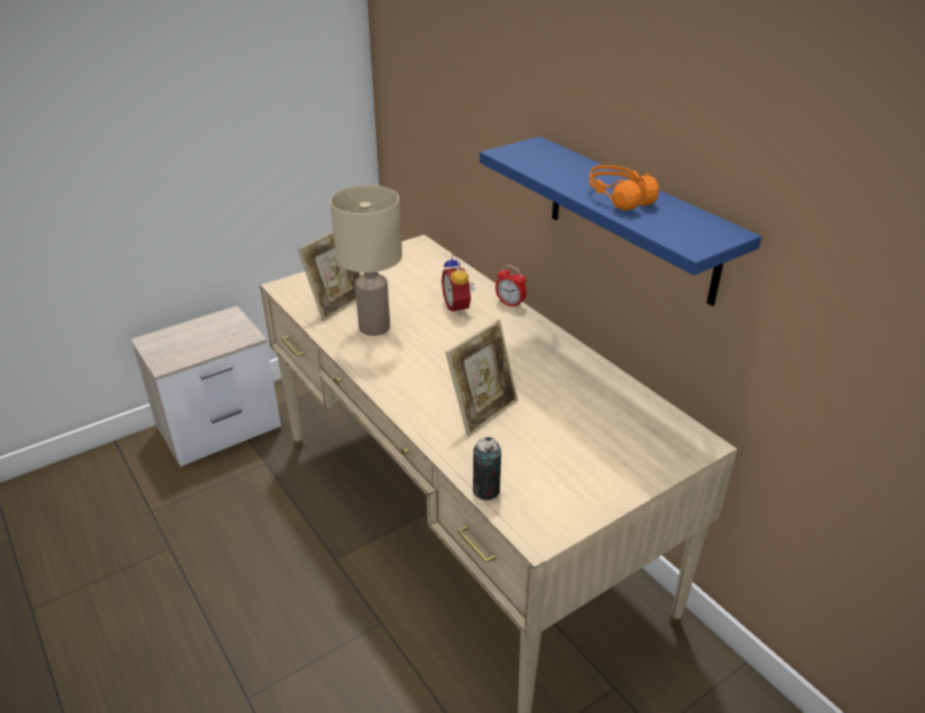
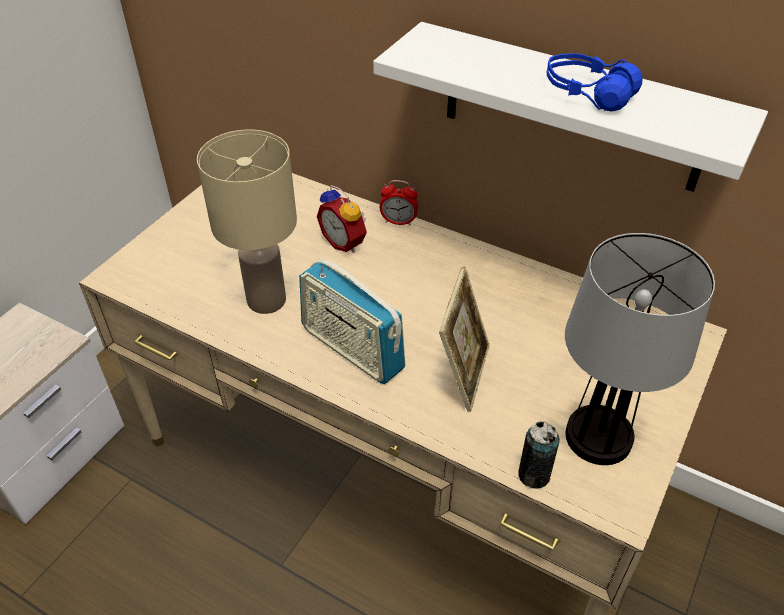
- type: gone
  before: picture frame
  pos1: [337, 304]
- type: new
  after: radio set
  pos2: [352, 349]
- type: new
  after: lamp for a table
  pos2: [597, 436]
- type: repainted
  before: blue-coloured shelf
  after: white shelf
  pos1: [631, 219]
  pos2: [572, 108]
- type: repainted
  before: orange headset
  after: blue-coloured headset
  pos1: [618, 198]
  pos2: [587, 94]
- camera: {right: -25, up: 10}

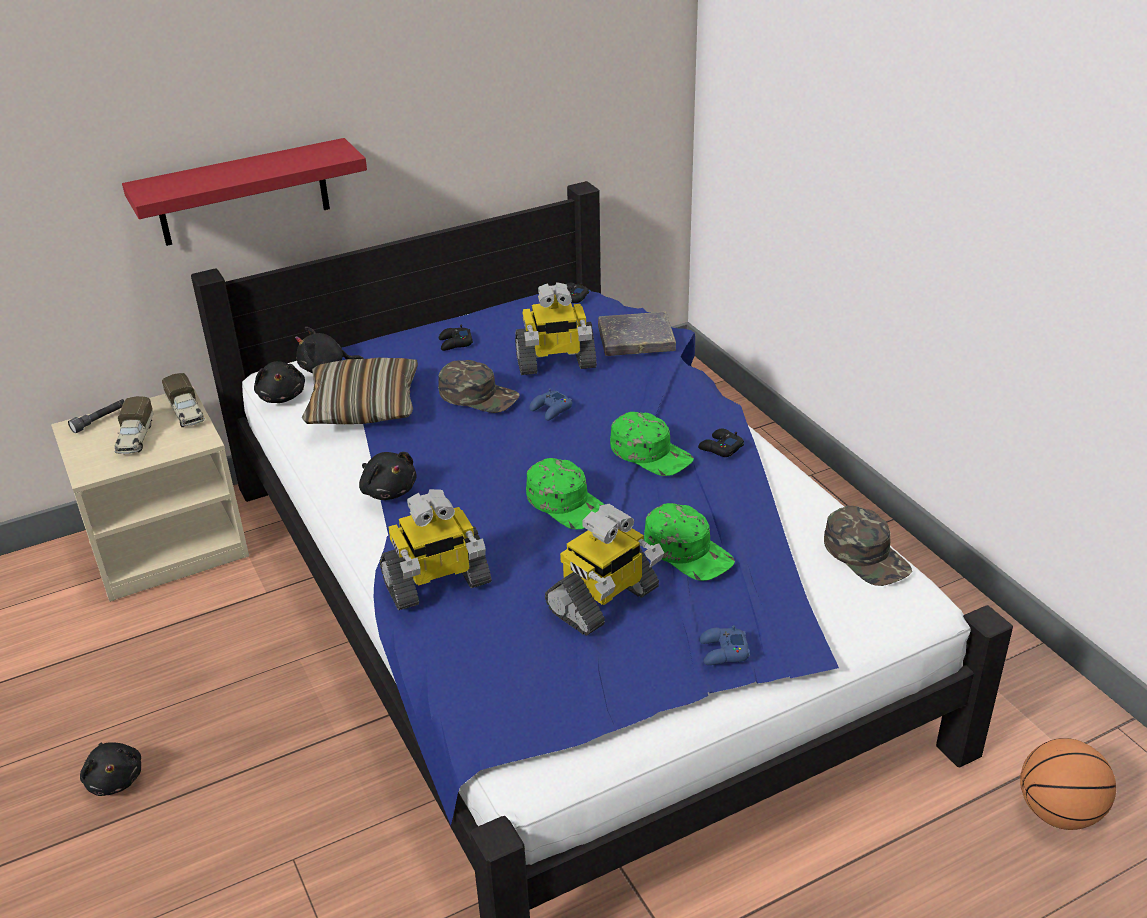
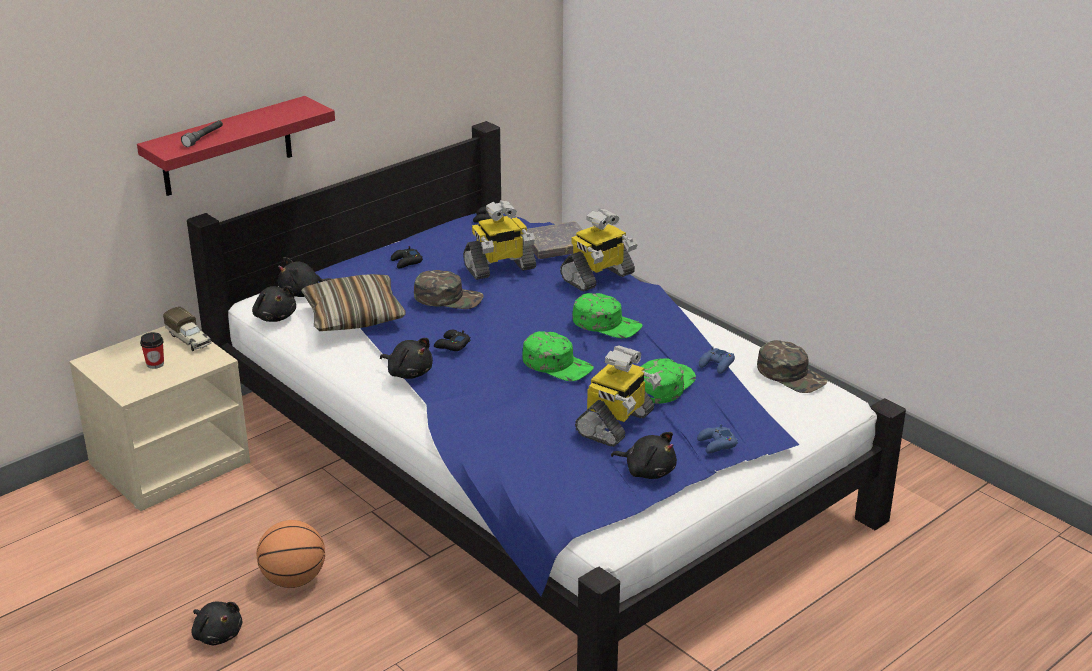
- type: new
  after: blackish soft toy
  pos2: [647, 471]
- type: shifted
  before: greyish torch
  pos1: [100, 420]
  pos2: [204, 138]
- type: shifted
  before: model robot
  pos1: [436, 583]
  pos2: [598, 277]
- type: shifted
  before: blue-coloured game controller
  pos1: [551, 409]
  pos2: [717, 364]
- type: shifted
  before: blackish game controller
  pos1: [720, 448]
  pos2: [451, 345]
- type: shifted
  before: ball for basketball
  pos1: [1058, 812]
  pos2: [294, 579]
- type: swapped
  before: model truck
  after: drinking cup
  pos1: [135, 439]
  pos2: [155, 364]
- type: rotated
  before: green baseball cap
  pos1: [688, 551]
  pos2: [664, 385]
  turn: -90
- camera: {right: -15, up: -5}

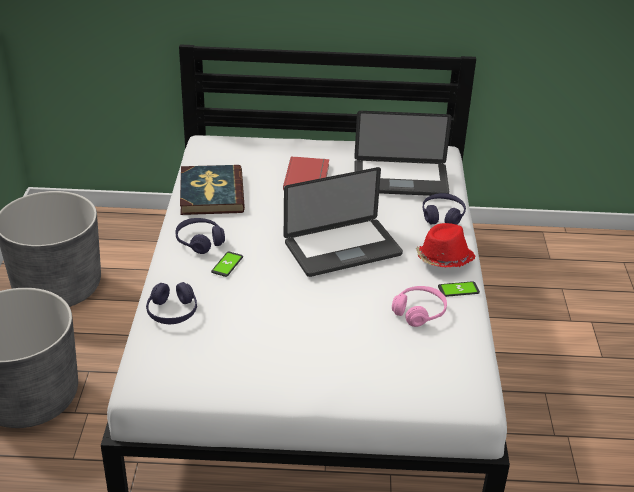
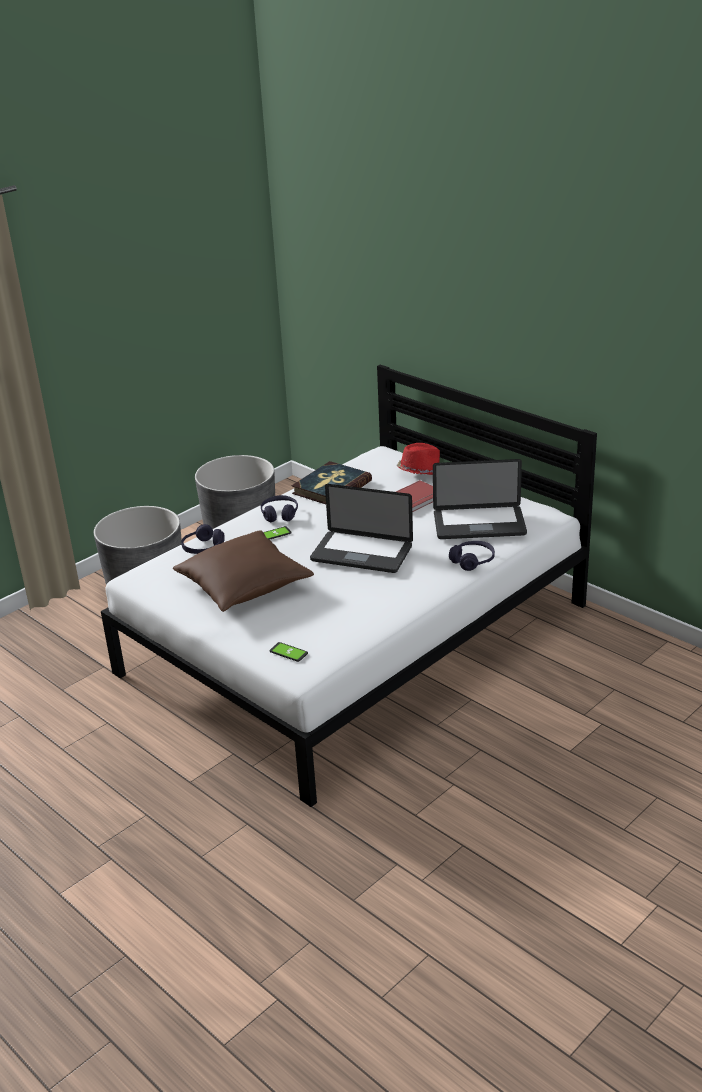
- type: gone
  before: pink headset
  pos1: [419, 312]
- type: new
  after: brown-coloured throw pillow
  pos2: [244, 586]
- type: shifted
  before: red-coloured hat
  pos1: [443, 259]
  pos2: [420, 471]
- type: shifted
  before: phone
  pos1: [458, 290]
  pos2: [288, 652]
- type: rotated
  before: notebook computer
  pos1: [400, 180]
  pos2: [479, 524]
  turn: -45
- camera: {right: 45, up: -5}

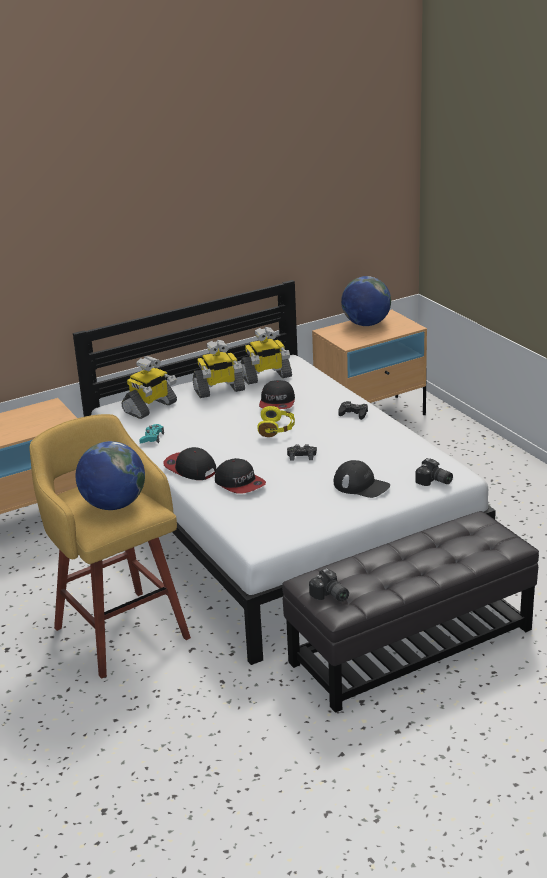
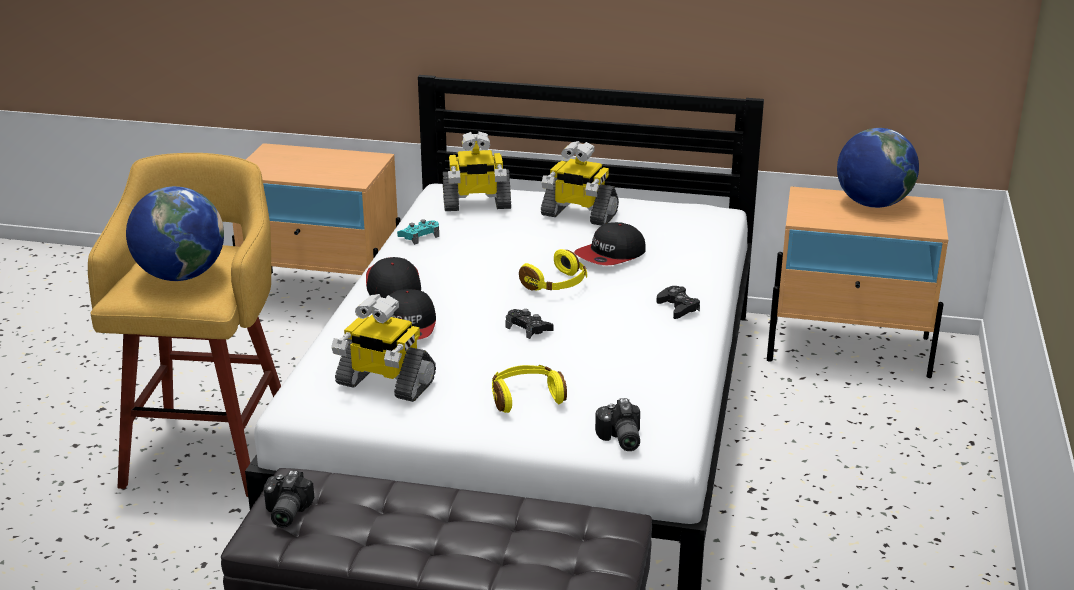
- type: shifted
  before: model robot
  pos1: [266, 376]
  pos2: [384, 383]
- type: swapped
  before: blackish baseball cap
  after: yellow headset
  pos1: [361, 485]
  pos2: [526, 397]
- camera: {right: 40, up: 0}

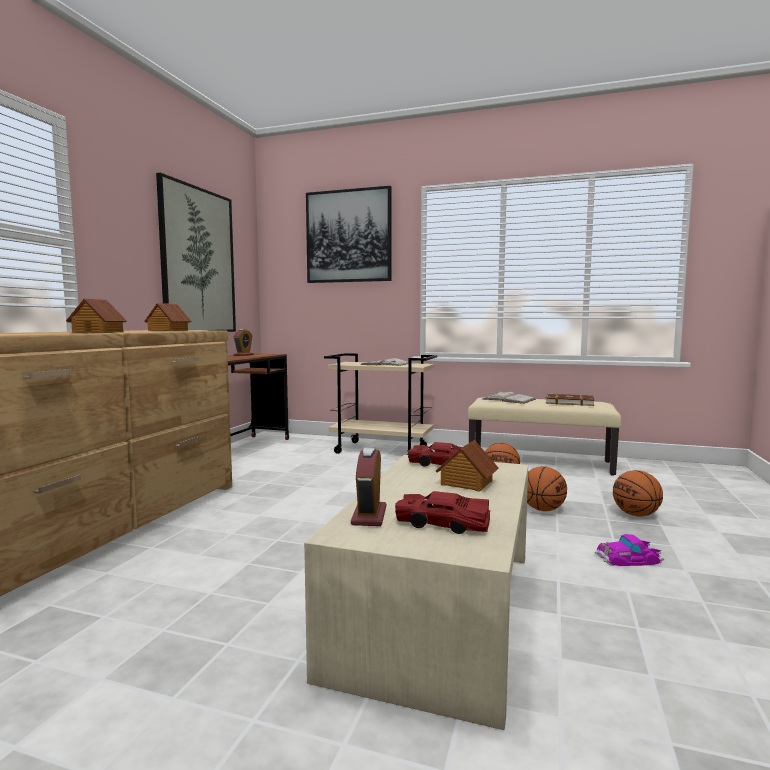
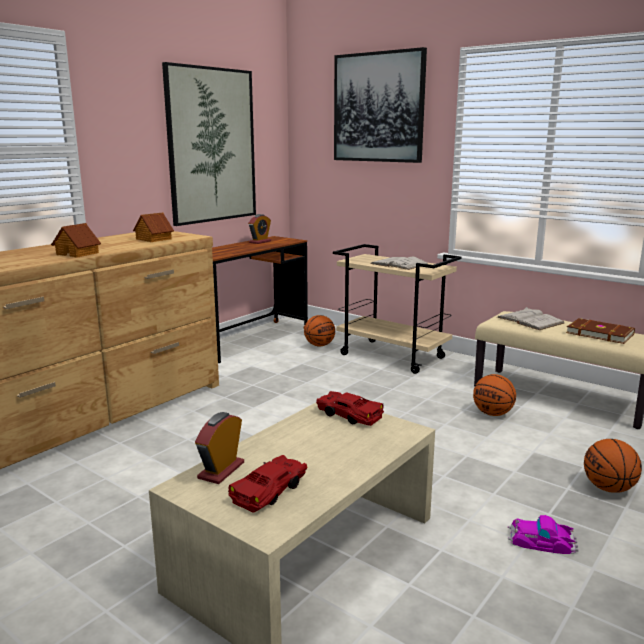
- type: gone
  before: miniature house
  pos1: [466, 483]
- type: shifted
  before: ball for basketball
  pos1: [543, 509]
  pos2: [319, 345]
- type: rotated
  before: red-coloured model car
  pos1: [442, 523]
  pos2: [270, 491]
  turn: 90
- camera: {right: 20, up: 10}

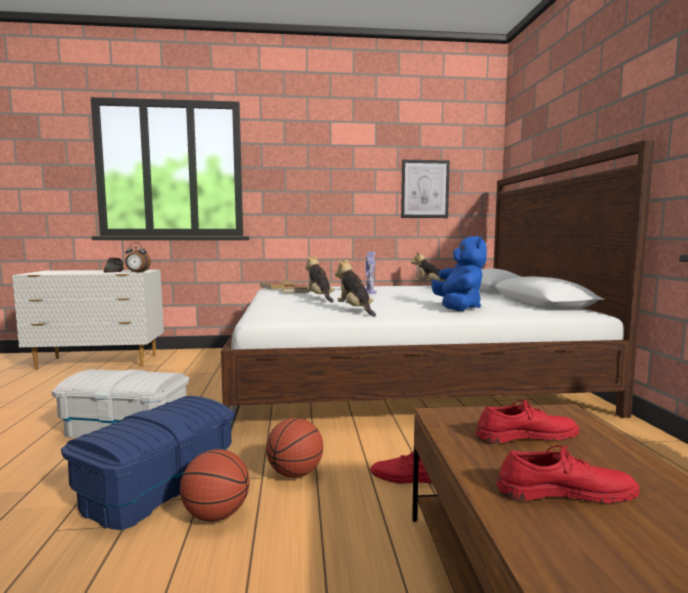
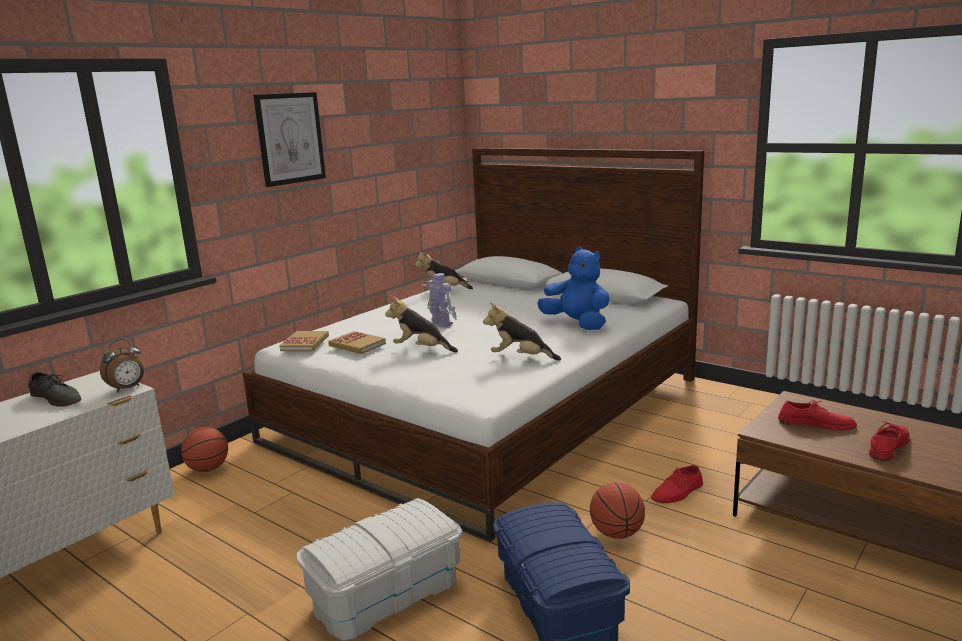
- type: shifted
  before: ball for basketball
  pos1: [216, 515]
  pos2: [208, 469]
- type: shifted
  before: picture
  pos1: [424, 189]
  pos2: [290, 138]
- type: rotated
  before: red-coloured item of footwear
  pos1: [526, 435]
  pos2: [816, 423]
  turn: 75
- camera: {right: -45, up: 10}

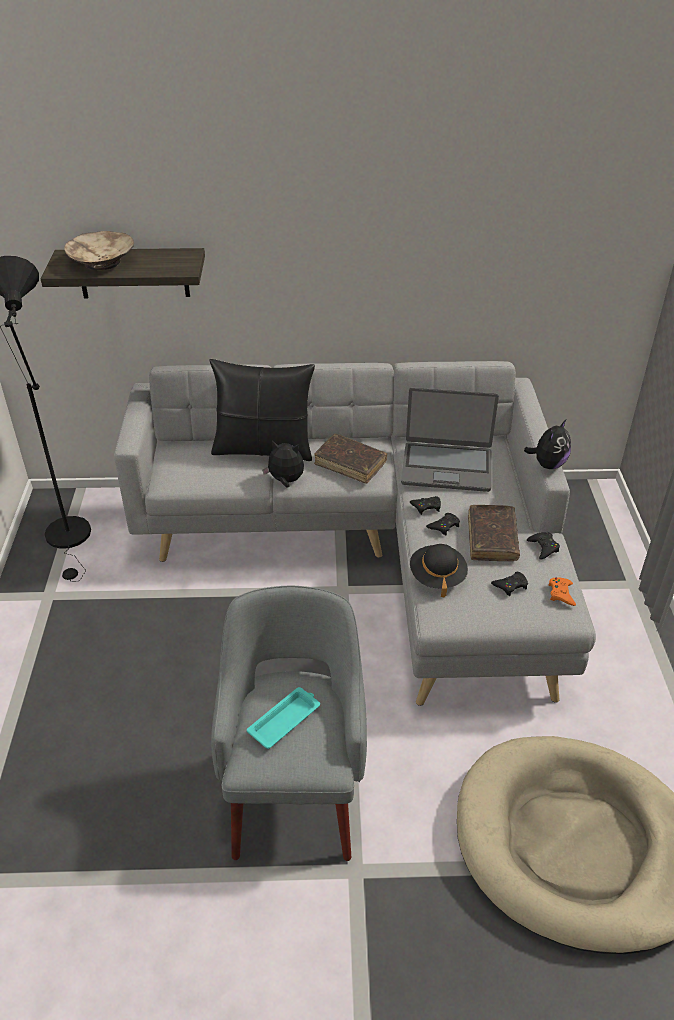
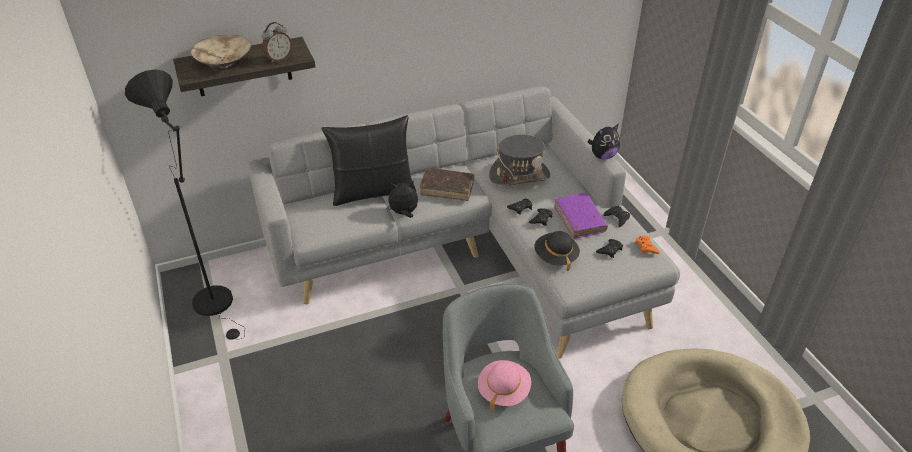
- type: new
  after: alarm clock
  pos2: [279, 59]
- type: swapped
  before: blue-green serving tray
  after: pink hat
  pos1: [285, 720]
  pos2: [503, 391]
- type: swapped
  before: notebook computer
  after: greyish hat
  pos1: [446, 467]
  pos2: [519, 175]
- type: repainted
  before: brown-coloured book
  after: purplish book
  pos1: [492, 539]
  pos2: [579, 220]
- type: rotated
  before: soft toy
  pos1: [547, 464]
  pos2: [602, 156]
  turn: 45
- camera: {right: -20, up: 0}

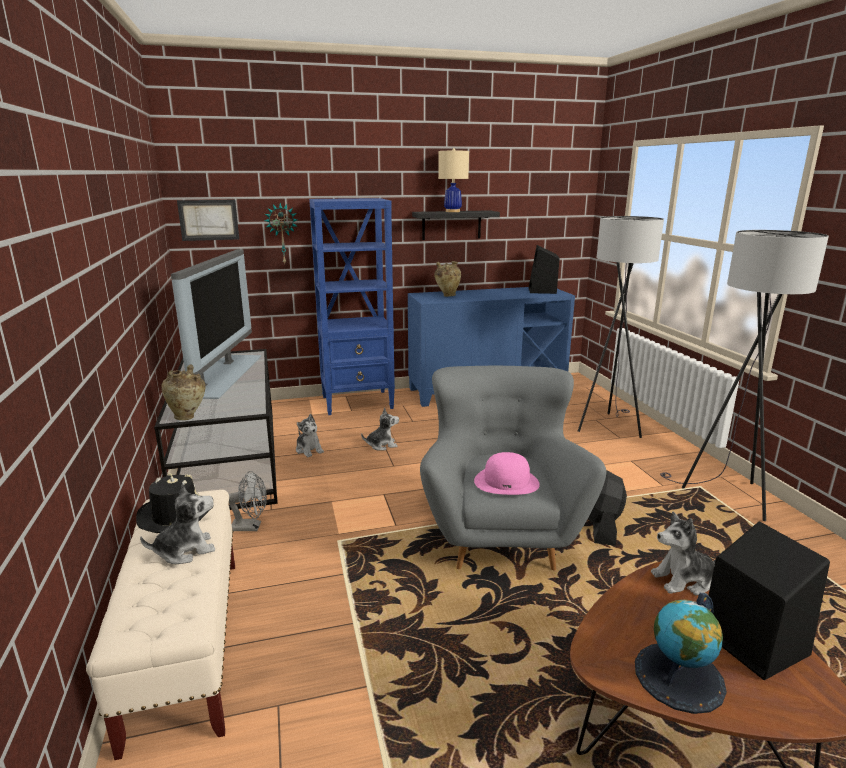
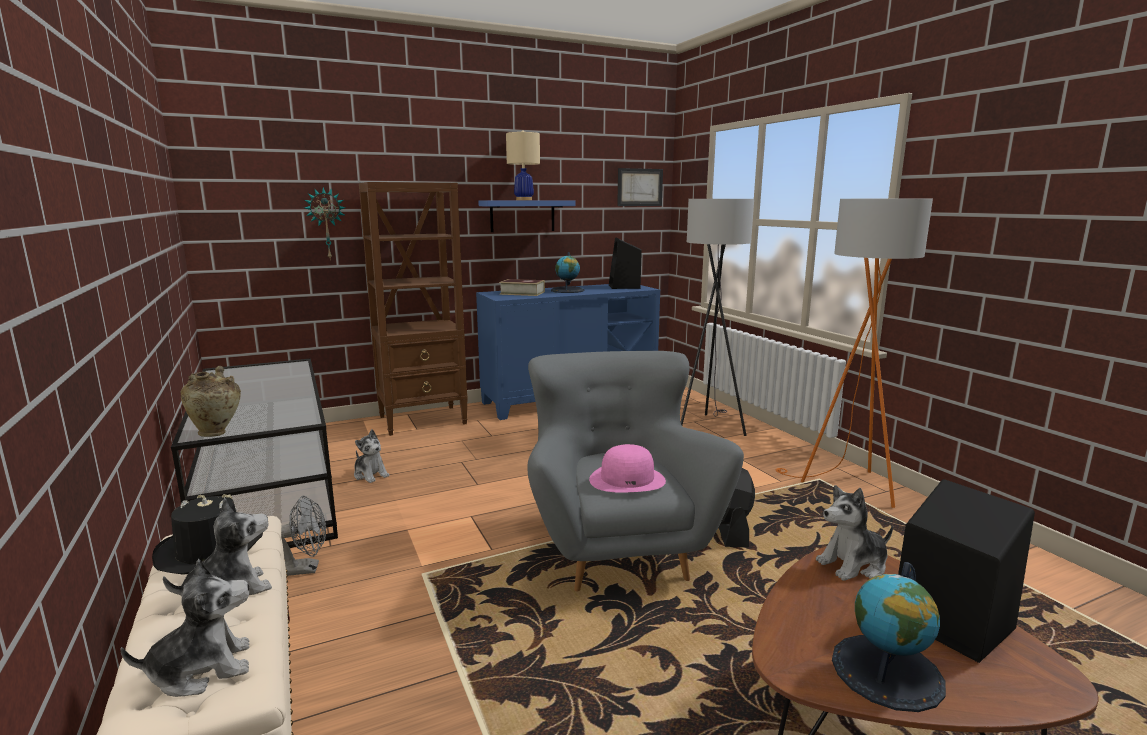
- type: gone
  before: TV set
  pos1: [221, 375]
- type: new
  after: globe
  pos2: [567, 290]
- type: shifted
  before: picture
  pos1: [208, 220]
  pos2: [639, 187]
- type: shifted
  before: soft toy
  pos1: [382, 445]
  pos2: [202, 669]
- type: swapped
  before: beige-coloured flower vase
  after: book
  pos1: [447, 295]
  pos2: [522, 293]
- type: repainted
  before: blue-coloured bookshelf
  after: brown-coloured bookshelf
  pos1: [358, 402]
  pos2: [423, 420]
- type: repainted
  before: blackish shelf
  after: blue-coloured shelf
  pos1: [451, 225]
  pos2: [522, 216]
- type: repainted
  before: greyish floor lamp
  after: orange floor lamp
  pos1: [724, 496]
  pos2: [846, 486]
- camera: {right: -10, up: -5}

